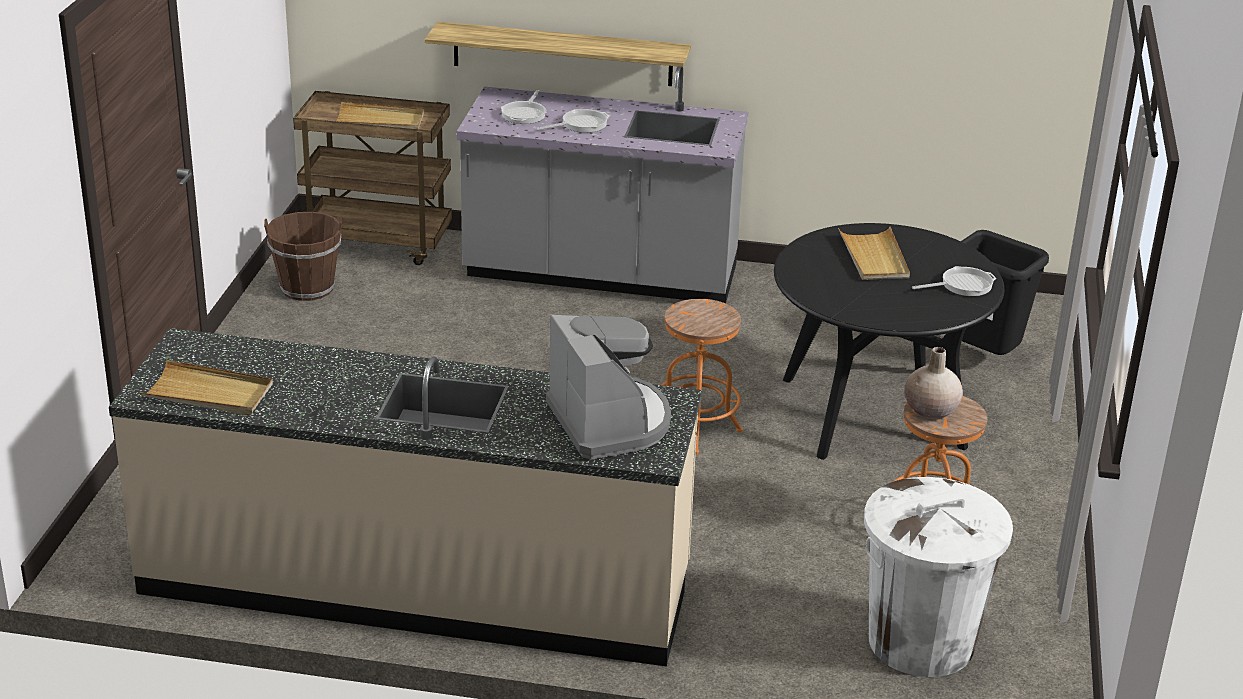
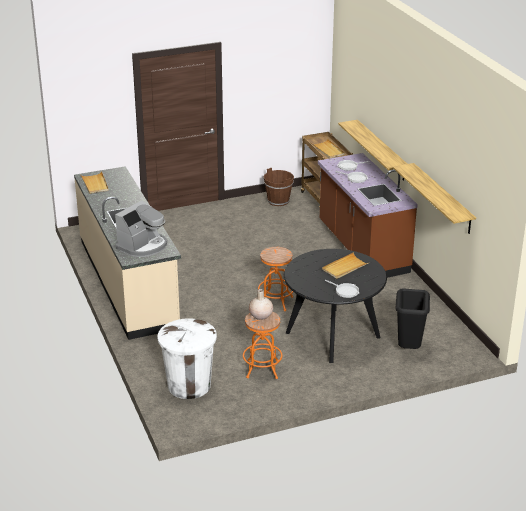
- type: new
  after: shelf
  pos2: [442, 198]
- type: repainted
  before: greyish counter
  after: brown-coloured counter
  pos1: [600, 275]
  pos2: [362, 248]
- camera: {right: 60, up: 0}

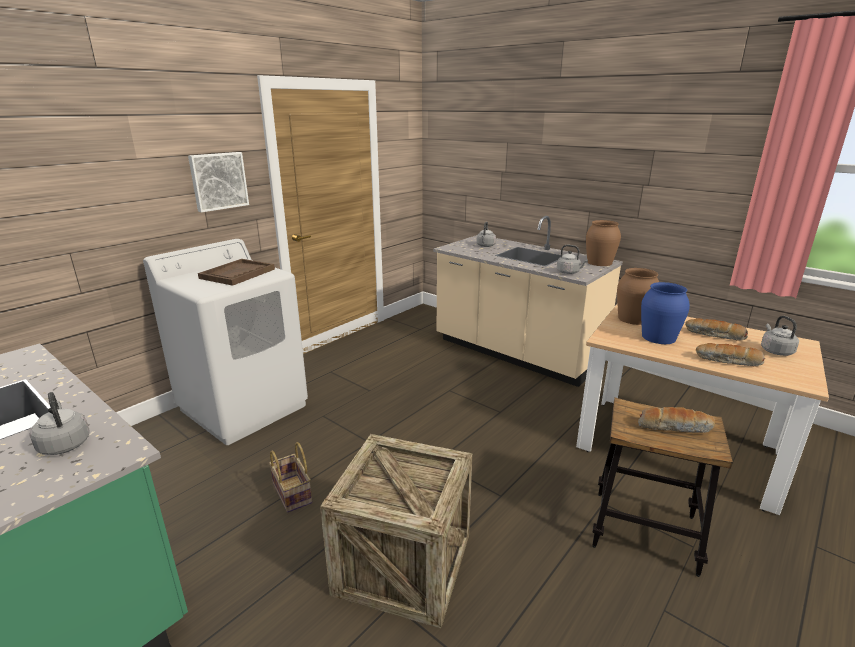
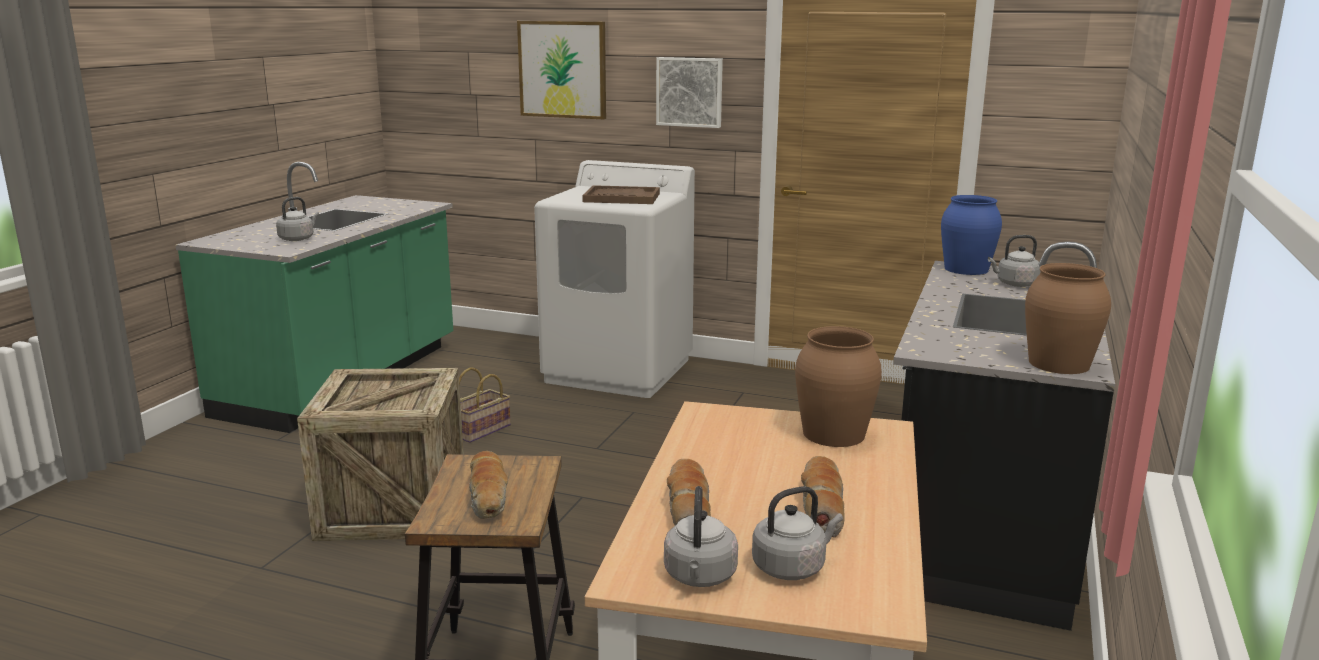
- type: new
  after: picture
  pos2: [563, 69]
- type: shifted
  before: greyish water kettle
  pos1: [569, 272]
  pos2: [700, 577]
- type: shifted
  before: blue-coloured flower vase
  pos1: [658, 337]
  pos2: [965, 269]
- type: repainted
  before: beige-coloured counter
  after: blackish counter
  pos1: [516, 353]
  pos2: [982, 519]
- camera: {right: 70, up: -5}

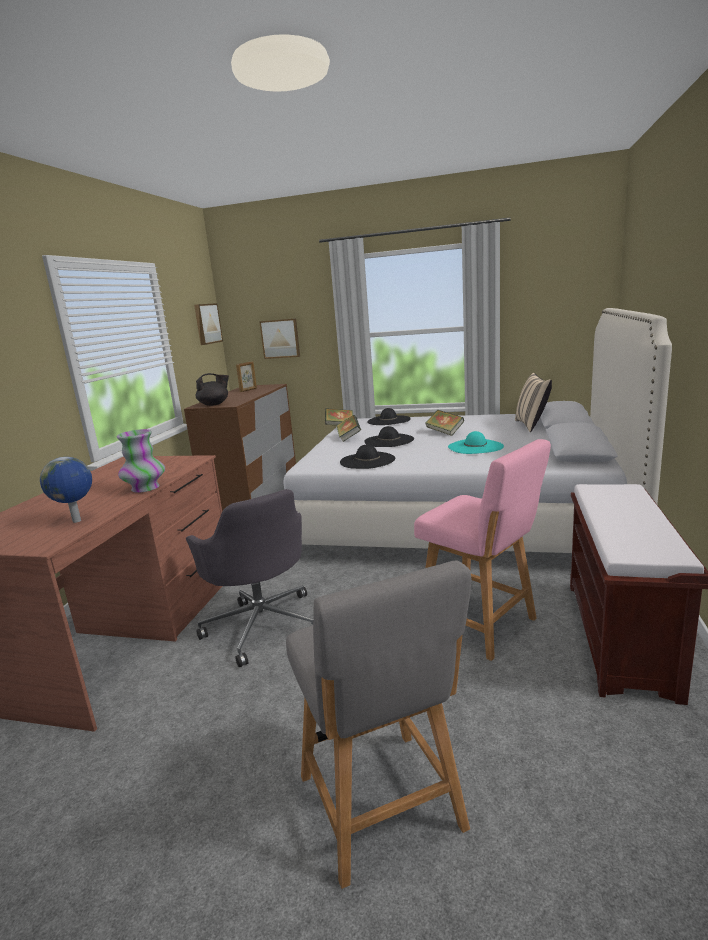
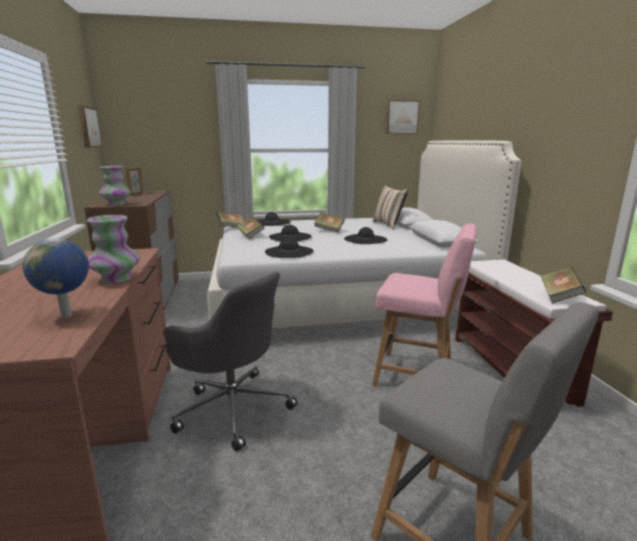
- type: new
  after: book
  pos2: [559, 297]
- type: shifted
  before: picture
  pos1: [280, 338]
  pos2: [402, 117]
- type: swapped
  before: blackish tea pot
  after: flower vase
  pos1: [214, 404]
  pos2: [117, 204]
- type: repainted
  before: blue-green hat
  after: blackish hat
  pos1: [475, 446]
  pos2: [365, 239]
- camera: {right: -25, up: 0}

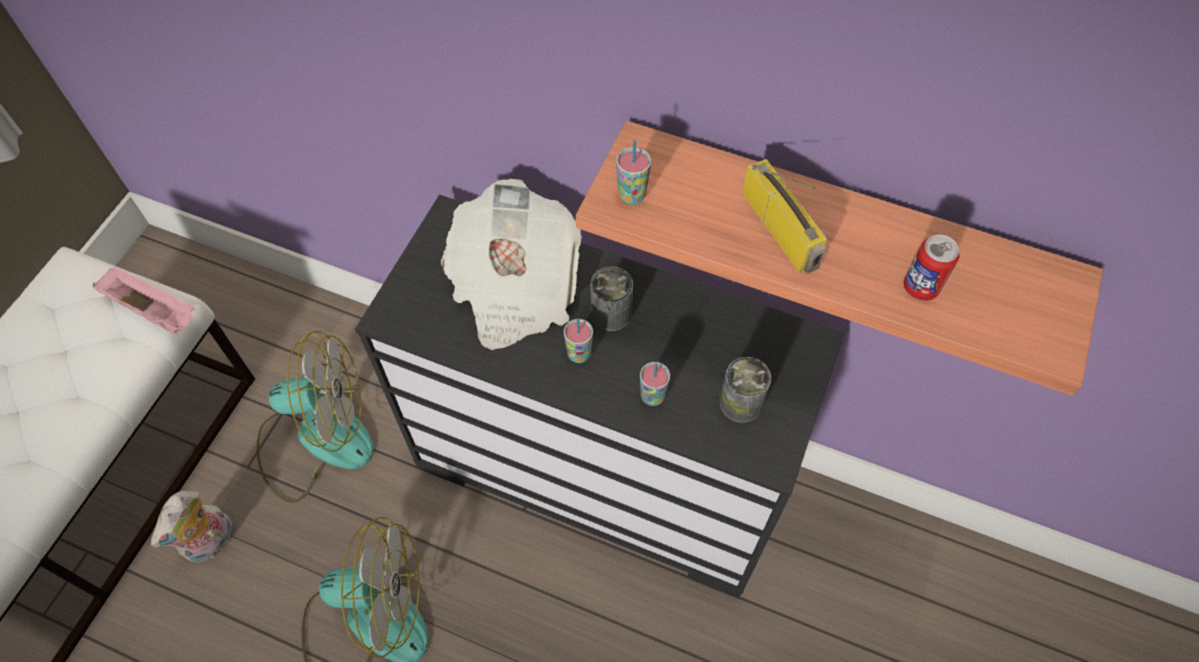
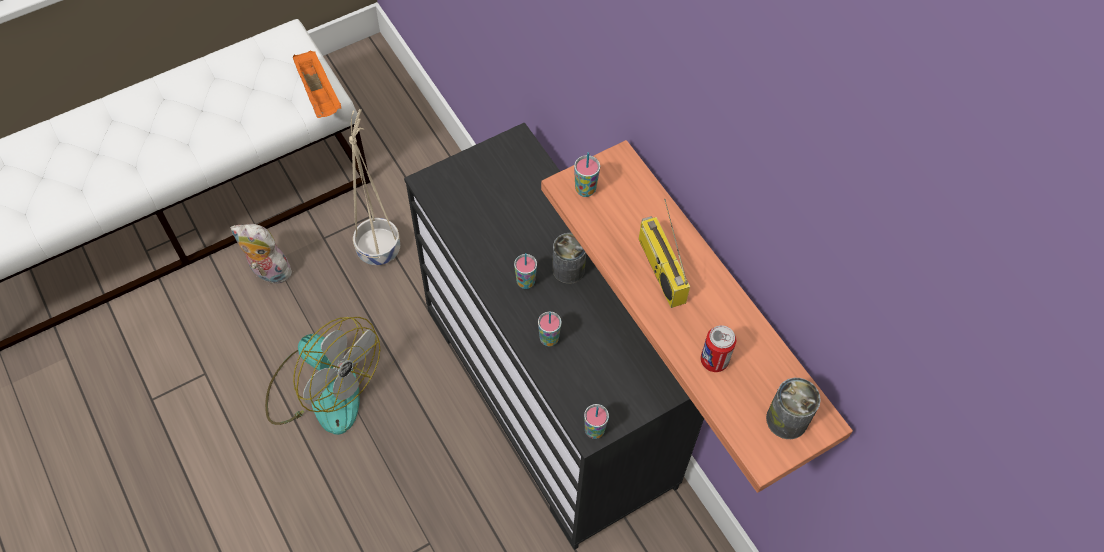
- type: gone
  before: newspaper
  pos1: [514, 288]
- type: new
  after: drinking cup
  pos2: [594, 430]
- type: shifted
  before: metal can
  pos1: [740, 403]
  pos2: [787, 419]
- type: swapped
  before: fan
  after: beige-coloured plant pot
  pos1: [316, 438]
  pos2: [379, 248]
- type: repainted
  before: pink serving tray
  after: orange serving tray
  pos1: [154, 310]
  pos2: [319, 94]
- type: rotated
  before: soft toy
  pos1: [211, 543]
  pos2: [268, 272]
  turn: 45
- type: rotated
  before: radio set
  pos1: [782, 230]
  pos2: [659, 269]
  turn: 150
- camera: {right: 35, up: 0}

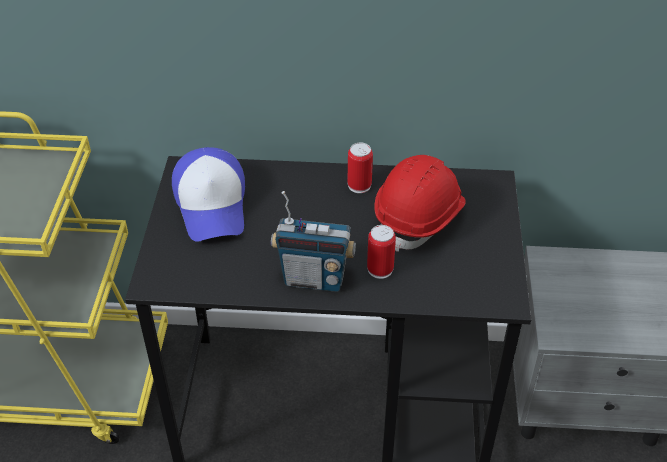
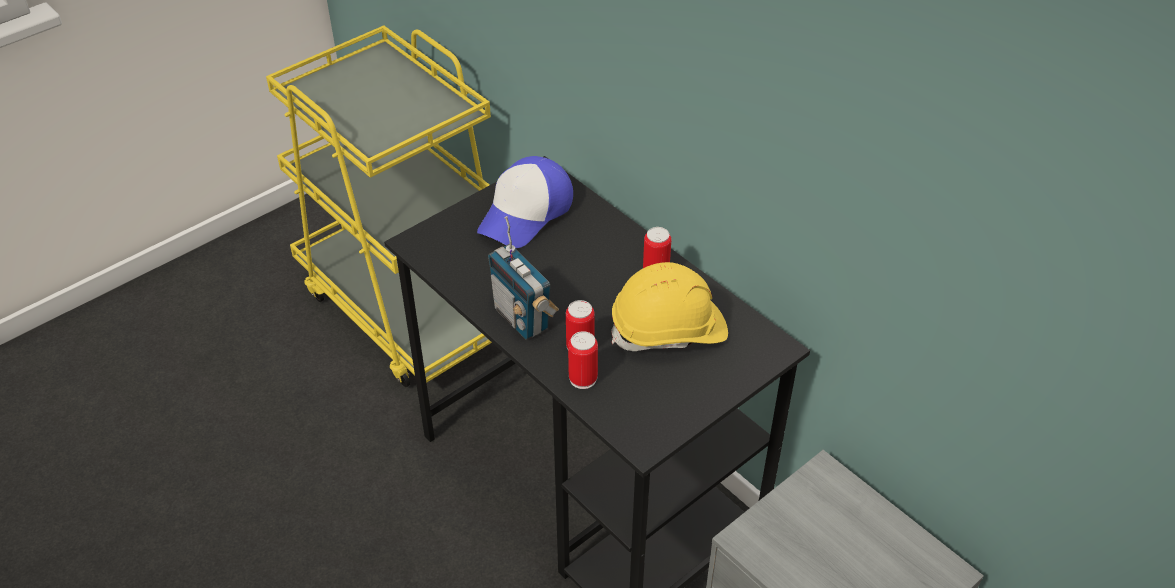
- type: new
  after: metal can
  pos2: [583, 378]
- type: repainted
  before: red-coloured work helmet
  after: yellow work helmet
  pos1: [420, 217]
  pos2: [669, 330]
- camera: {right: 45, up: 0}

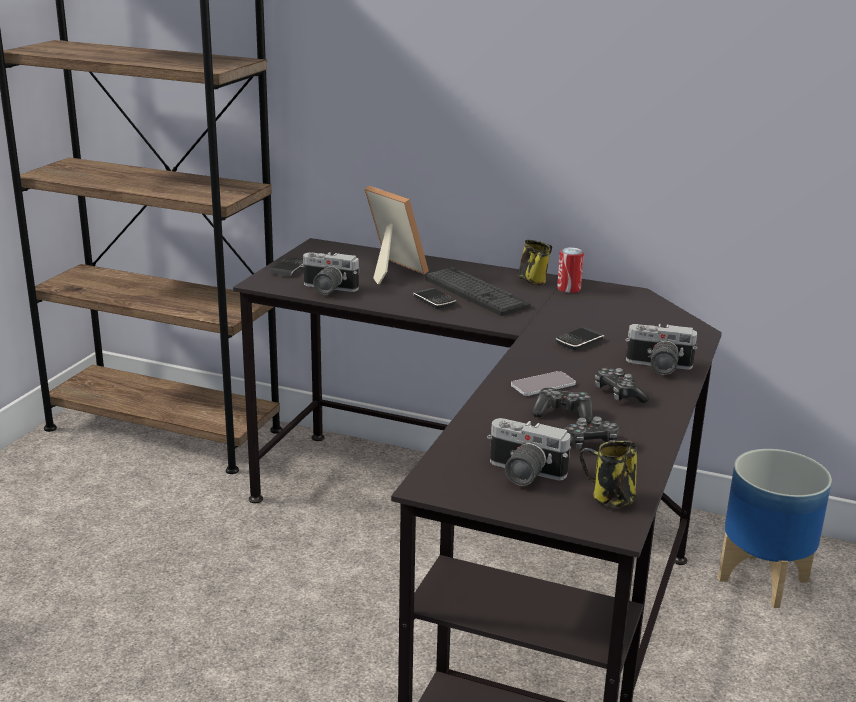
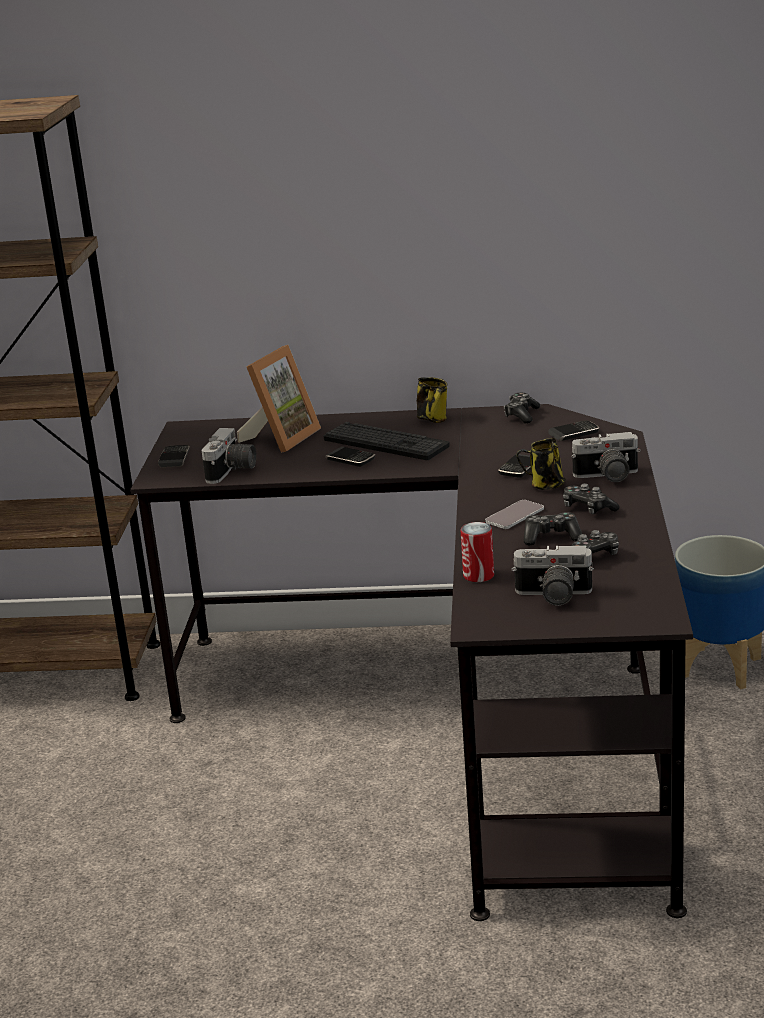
- type: new
  after: game controller
  pos2: [521, 415]
- type: new
  after: phone
  pos2: [574, 433]
- type: shifted
  before: metal can
  pos1: [568, 289]
  pos2: [478, 575]
- type: shifted
  before: tea mug
  pos1: [610, 499]
  pos2: [545, 486]
- type: rotated
  before: still camera
  pos1: [327, 290]
  pos2: [232, 471]
  turn: -75
- type: rotated
  before: picture frame
  pos1: [390, 270]
  pos2: [281, 438]
  turn: 90
- camera: {right: -15, up: 0}

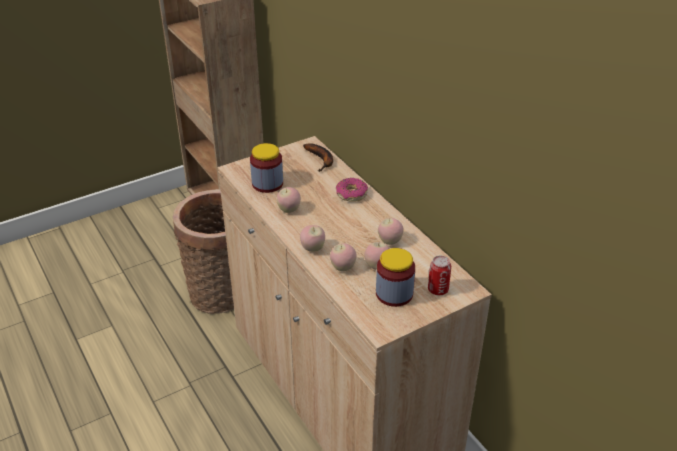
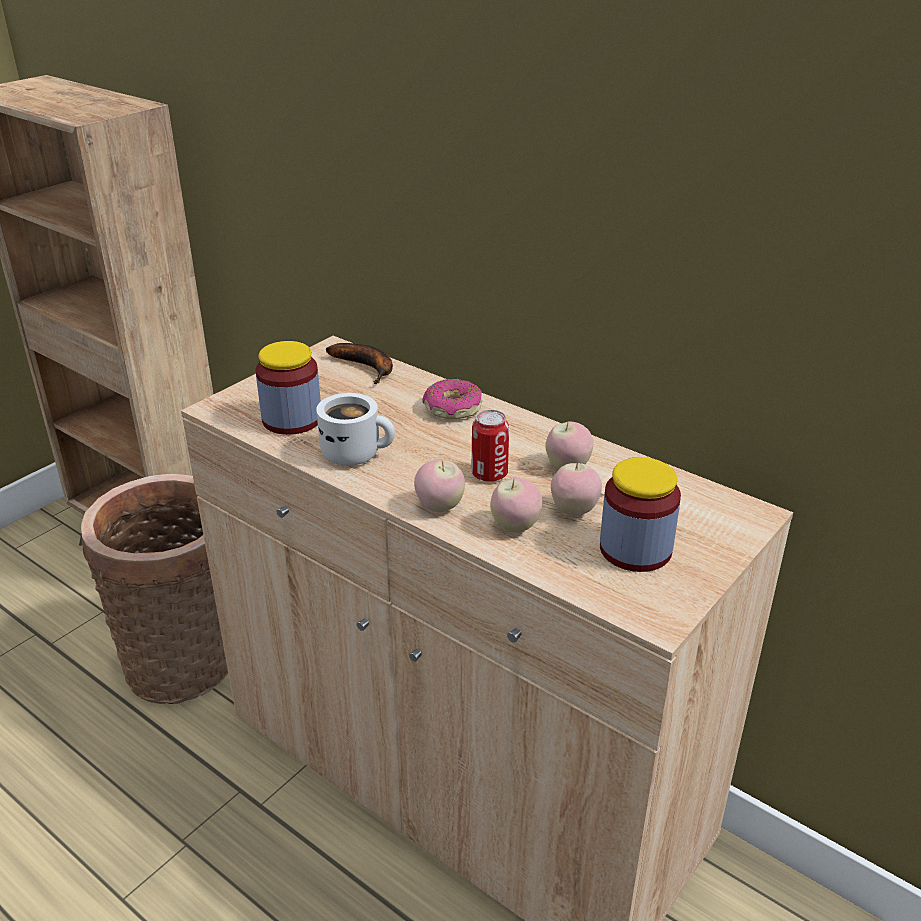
- type: shifted
  before: metal can
  pos1: [438, 289]
  pos2: [489, 474]
- type: swapped
  before: apple
  after: white tea mug
  pos1: [289, 210]
  pos2: [356, 453]
- camera: {right: -20, up: -5}

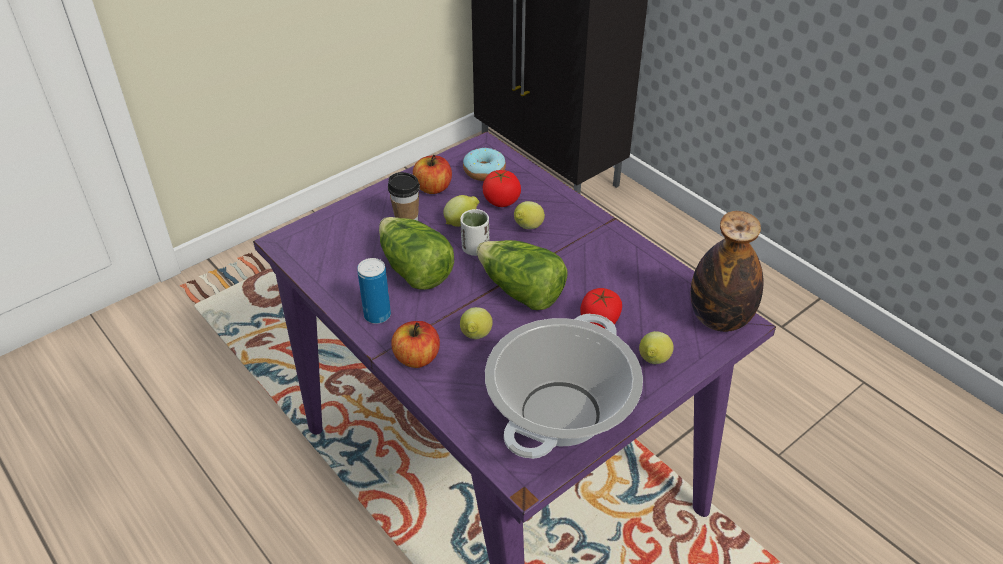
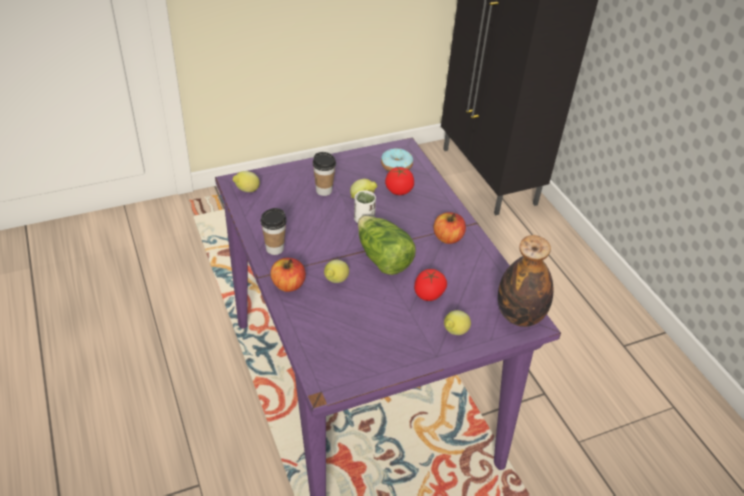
- type: gone
  before: lettuce
  pos1: [414, 270]
- type: gone
  before: stockpot
  pos1: [559, 413]
- type: shifted
  before: apple
  pos1: [433, 188]
  pos2: [447, 238]
- type: shifted
  before: whole lemon
  pos1: [527, 228]
  pos2: [246, 191]
- type: swapped
  before: metal can
  after: drinking cup
  pos1: [377, 315]
  pos2: [275, 249]
- camera: {right: 15, up: 0}

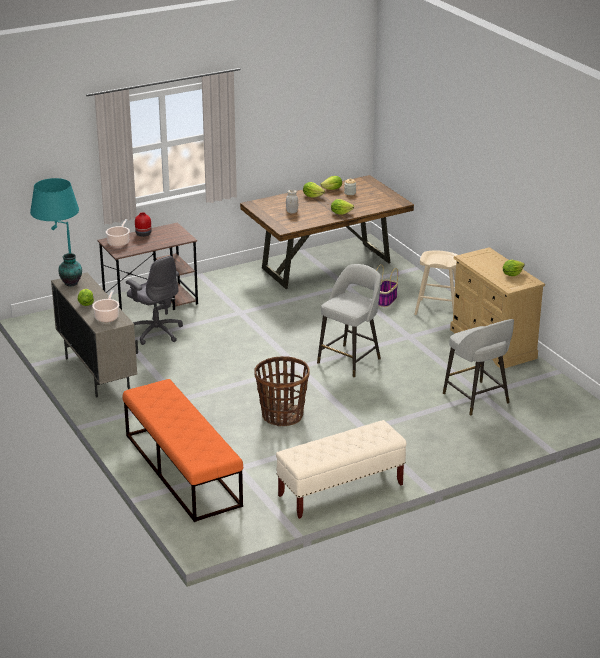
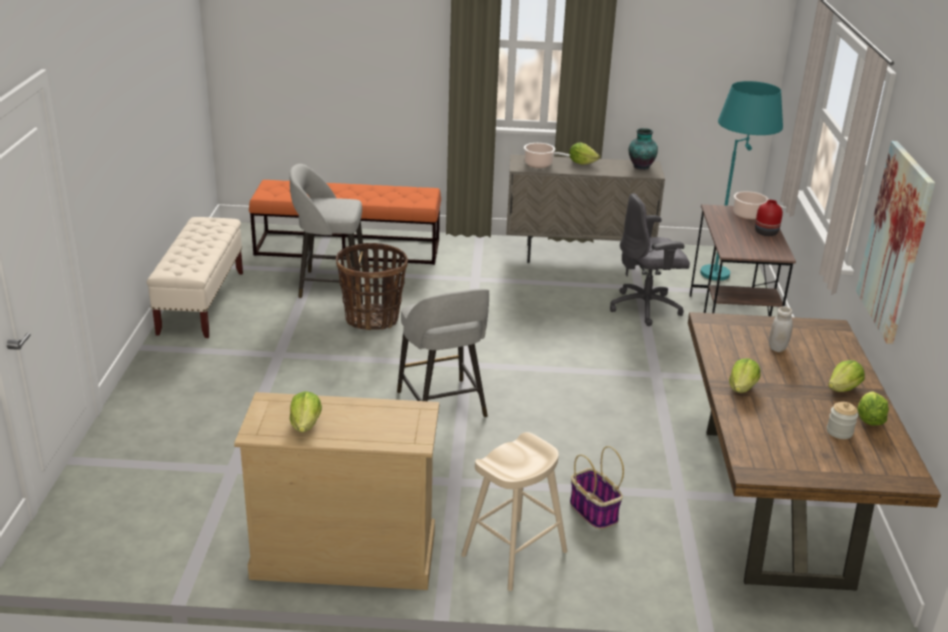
- type: new
  after: picture
  pos2: [895, 241]
- type: shifted
  before: greyish stool seat
  pos1: [477, 399]
  pos2: [330, 285]
- camera: {right: 120, up: 0}

